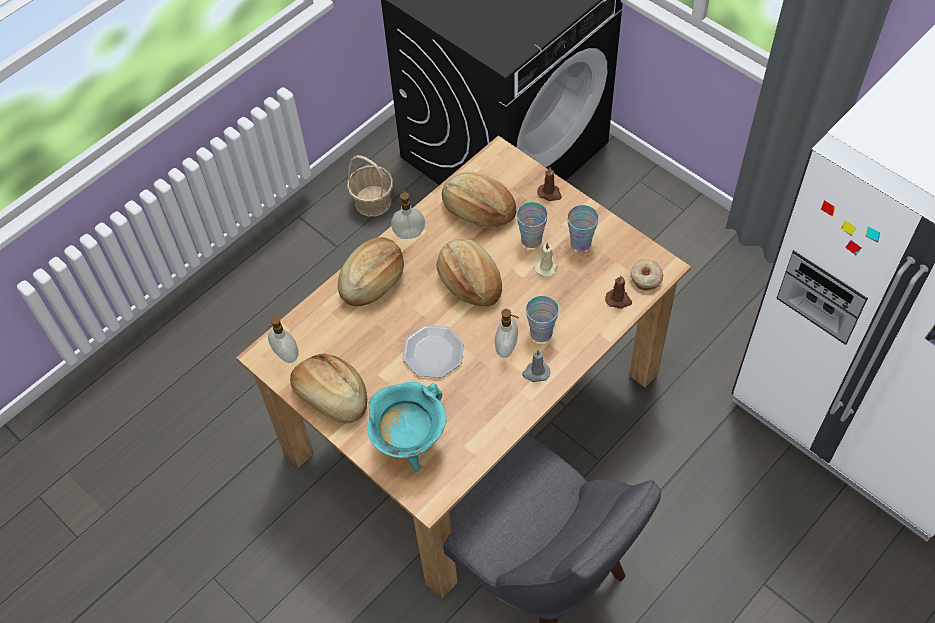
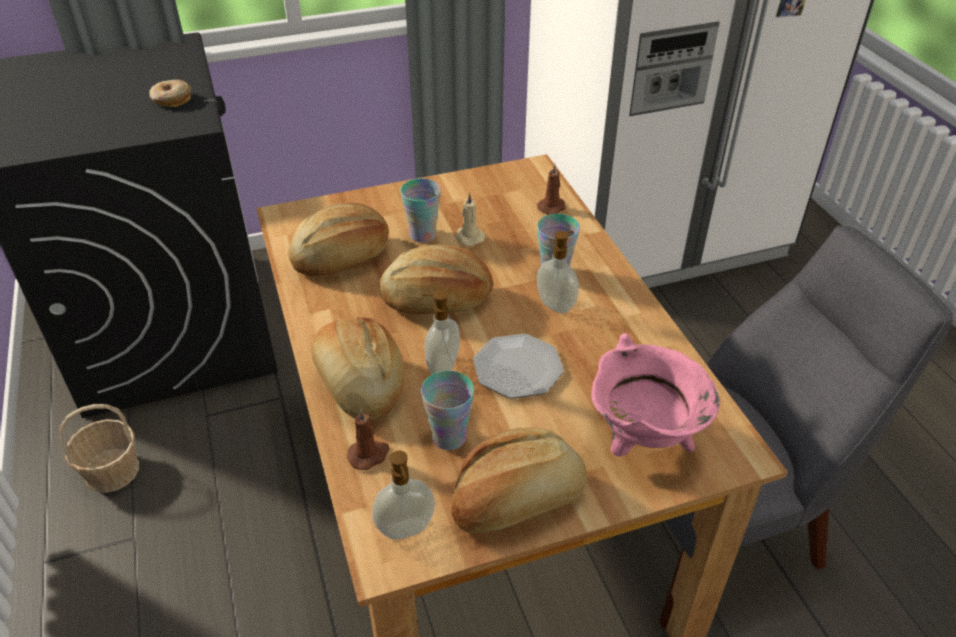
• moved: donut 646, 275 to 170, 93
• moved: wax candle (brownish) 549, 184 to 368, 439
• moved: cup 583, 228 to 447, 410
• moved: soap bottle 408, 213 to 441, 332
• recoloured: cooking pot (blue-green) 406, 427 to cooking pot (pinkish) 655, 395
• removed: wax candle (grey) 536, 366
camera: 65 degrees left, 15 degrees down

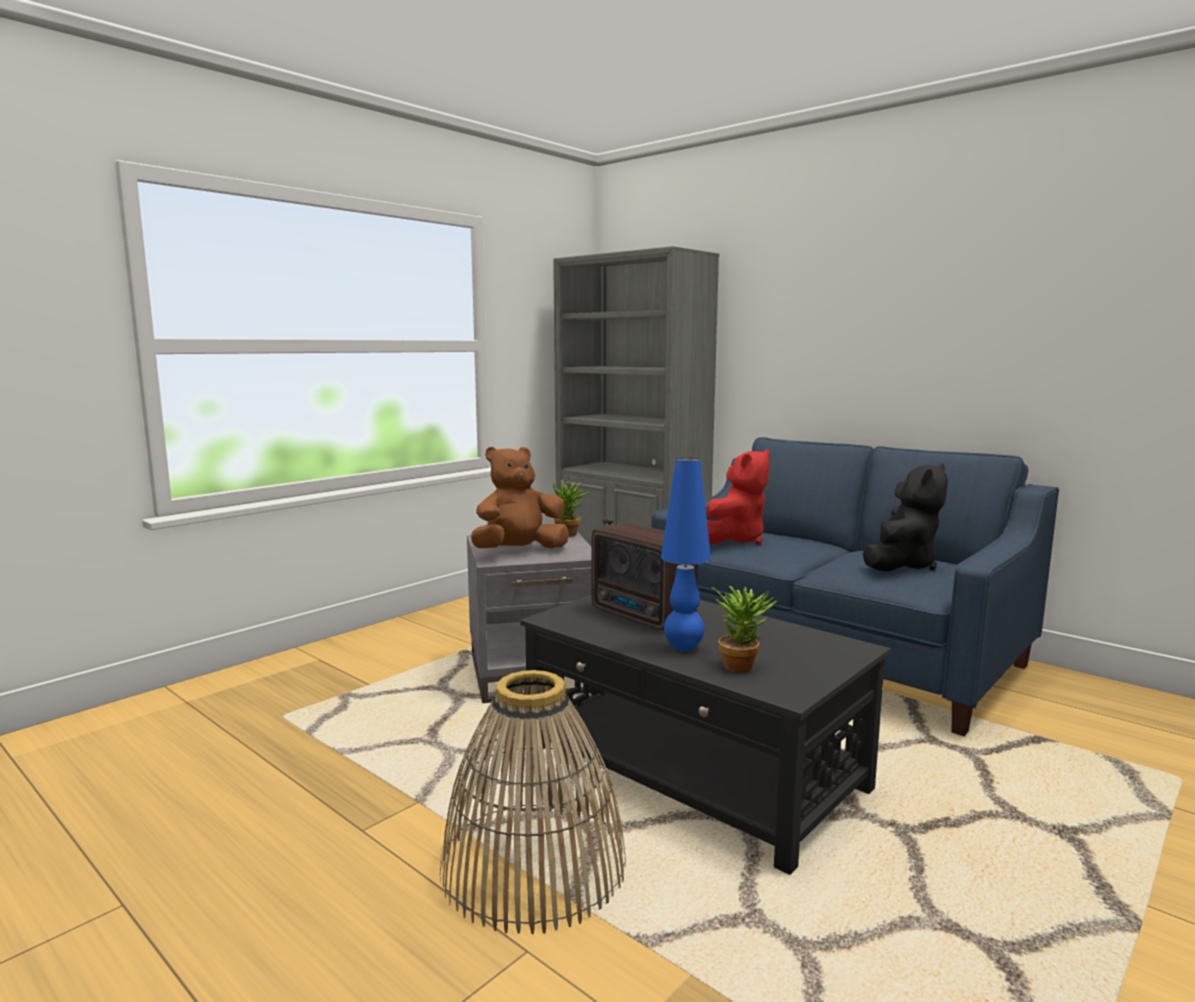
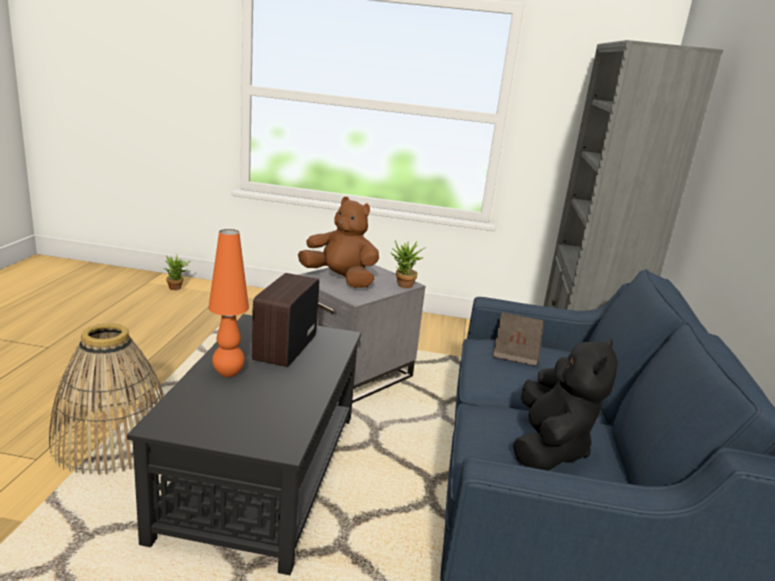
• moved: plant in a pot 744, 629 to 177, 272
• recoloured: lamp for a table (blue) 686, 554 to lamp for a table (orangey) 228, 303
• replaced: soft toy (red-coloured) 738, 496 to book (brownish) 518, 339
• turned: soft toy (blackish) 905, 517 = 565, 404 75 degrees counterclockwise
camera: 55 degrees right, 10 degrees up

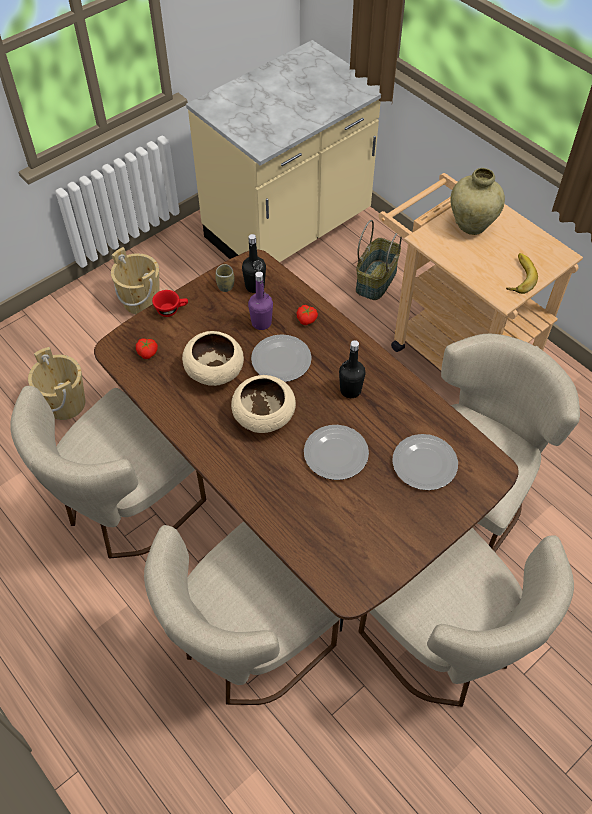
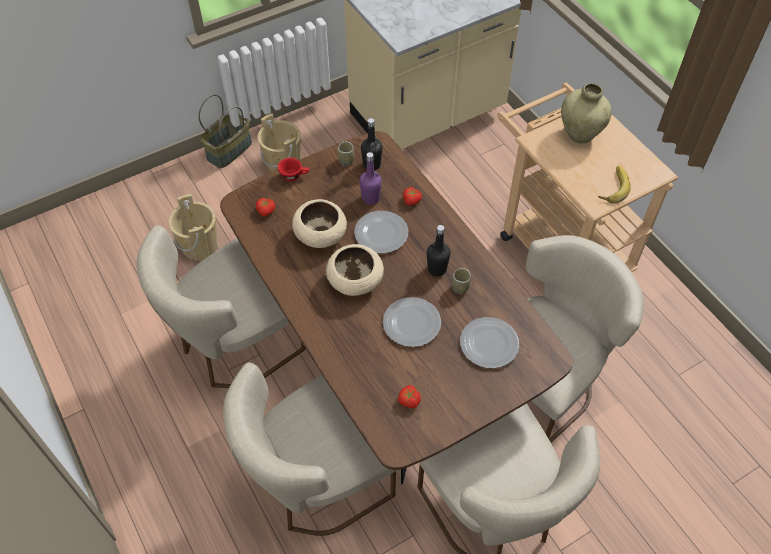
• moved: basket 379, 260 to 225, 131
• added: tomato 409, 396
• added: cup 461, 281
camera: 10 degrees right, 0 degrees up

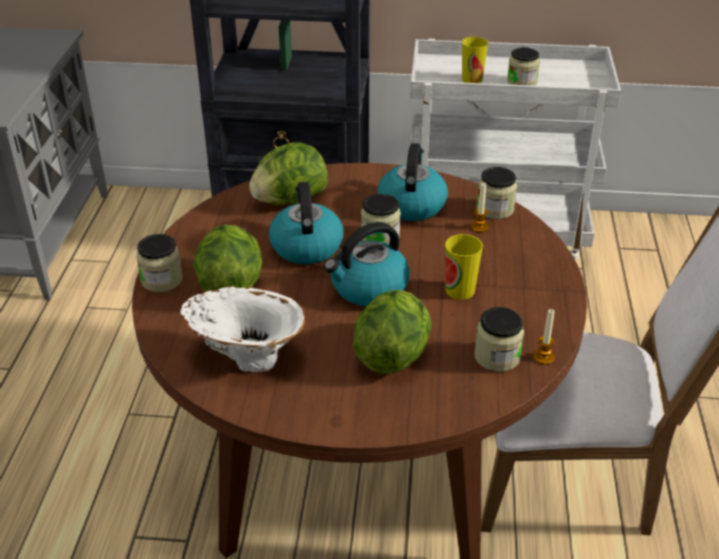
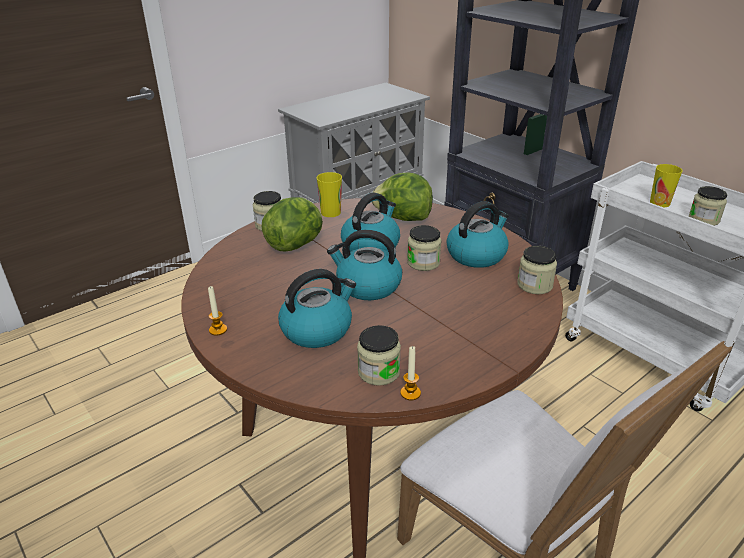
• moved: wax candle 480, 207 to 217, 311
• replaced: lettuce head 392, 332 to tea kettle 317, 308
• moved: cup 464, 267 to 329, 194
• removed: decorative vase (white) 242, 329
camera: 45 degrees right, 5 degrees down

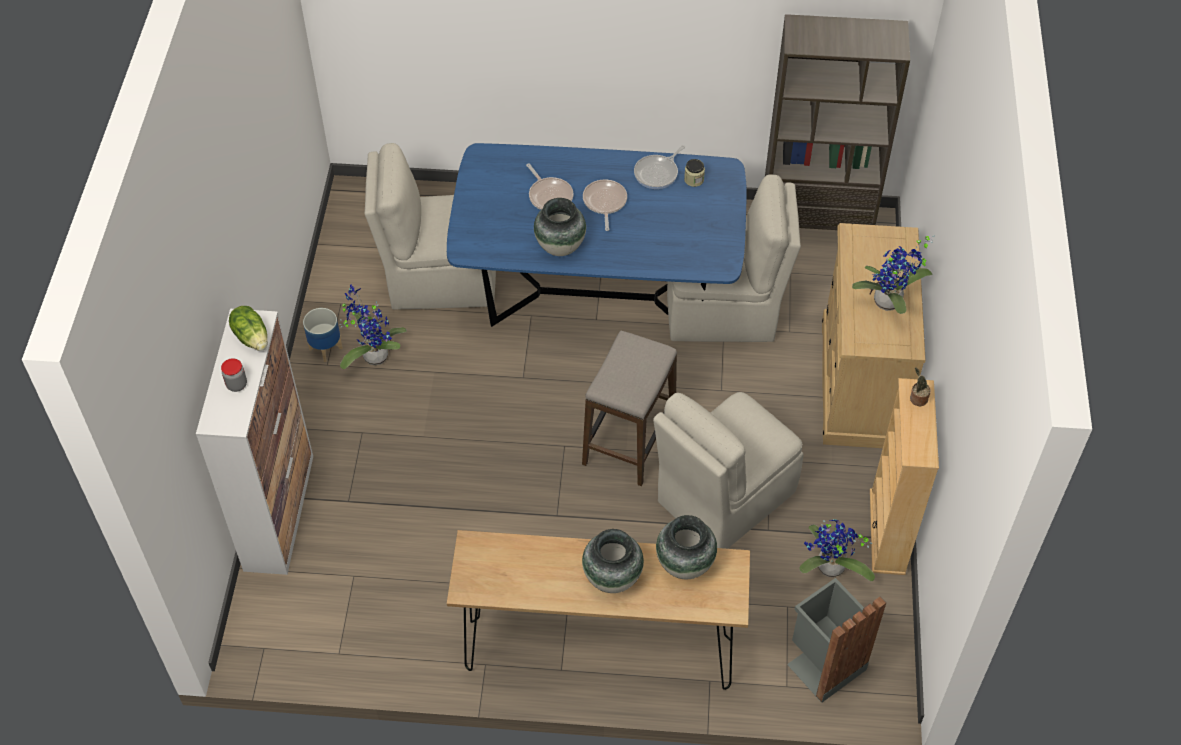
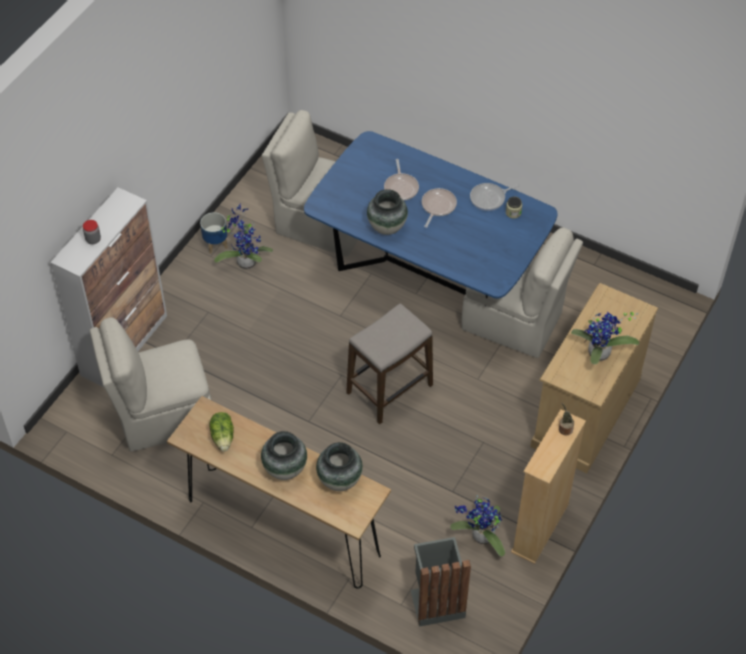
• moved: plain chair (sand-coloured) 728, 470 to 151, 384
• moved: lettuce head 248, 328 to 221, 431
• removed: shelving unit (brownish) 837, 122
camera: 25 degrees right, 0 degrees up

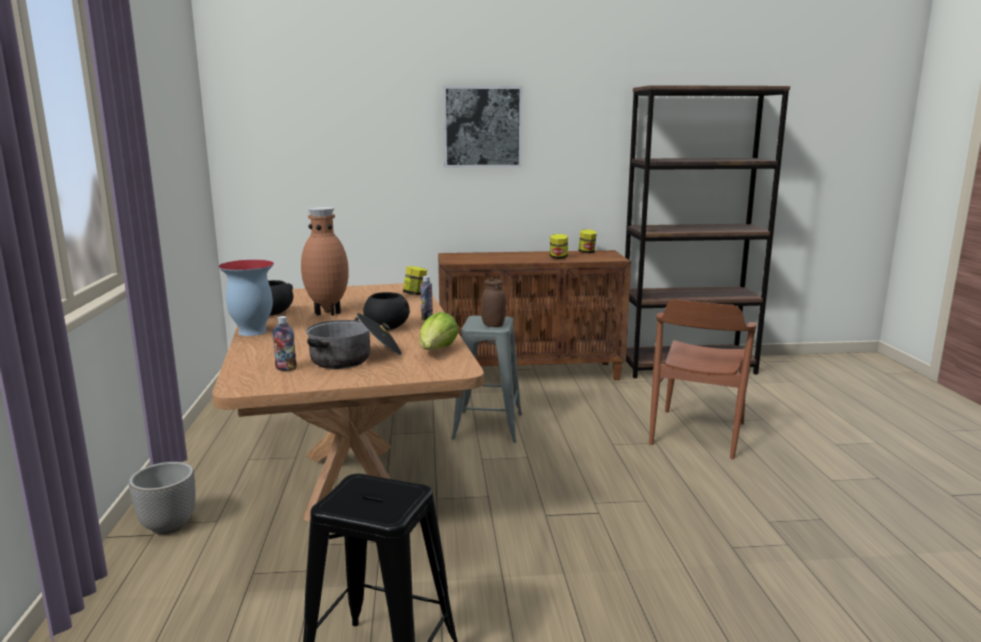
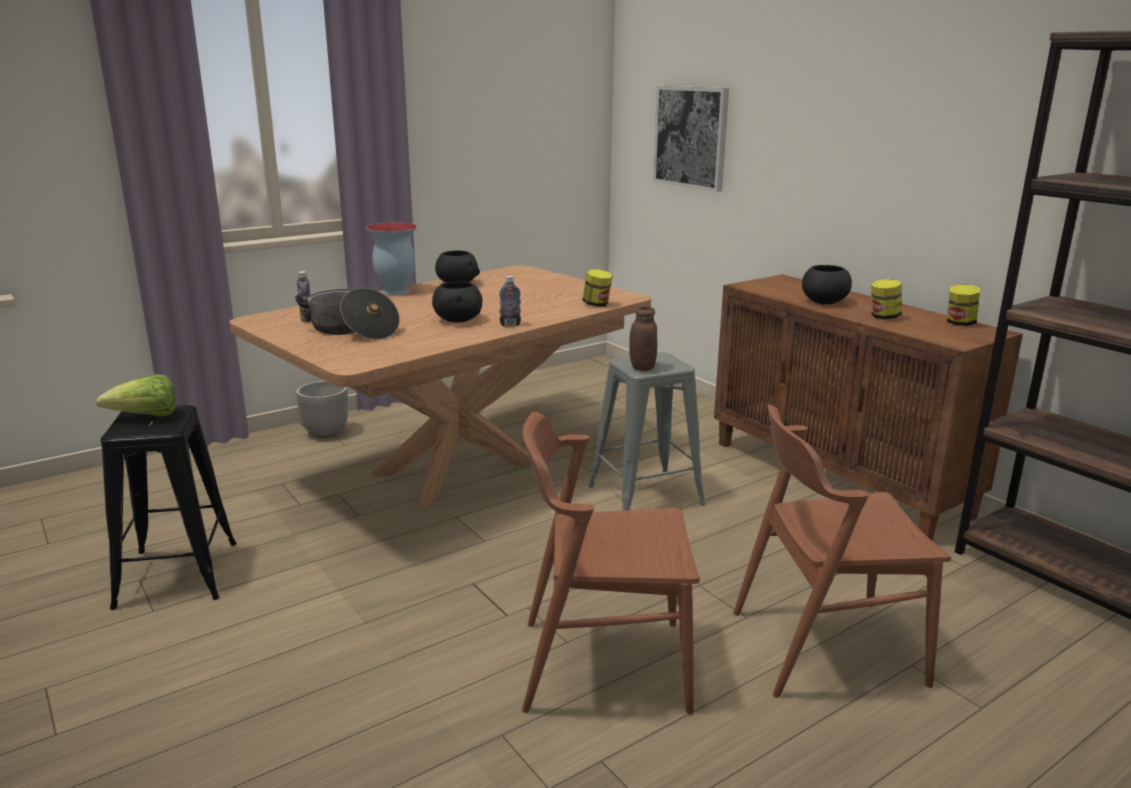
• moved: lettuce head 439, 331 to 135, 395
• added: plain chair (brownish) 611, 563
• moved: picture 483, 127 to 691, 139
• added: deep dish (blackish) 827, 284
• removed: decorative vase (brownish) 325, 261
camera: 60 degrees right, 5 degrees up

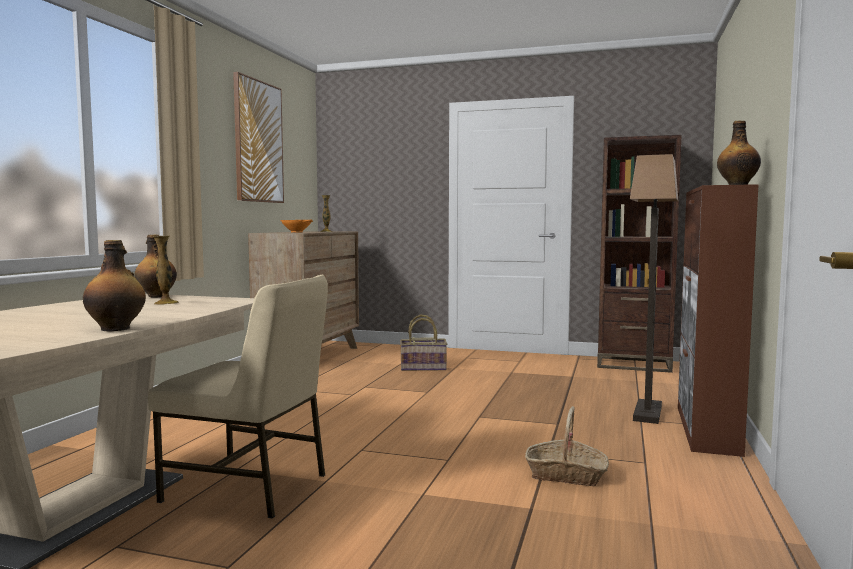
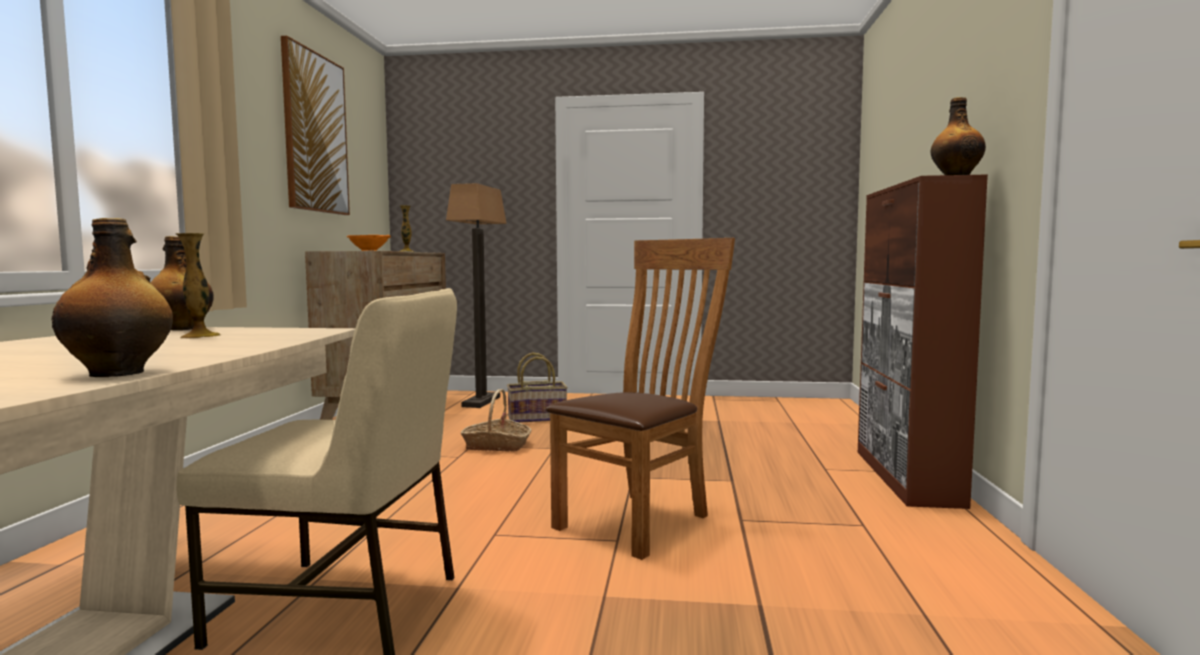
• moved: floor lamp 654, 289 to 476, 295
• moved: basket 567, 446 to 496, 420
• added: plain chair (brownish) 640, 399
• removed: shelving unit (brownish) 639, 254
camera: 10 degrees left, 0 degrees up

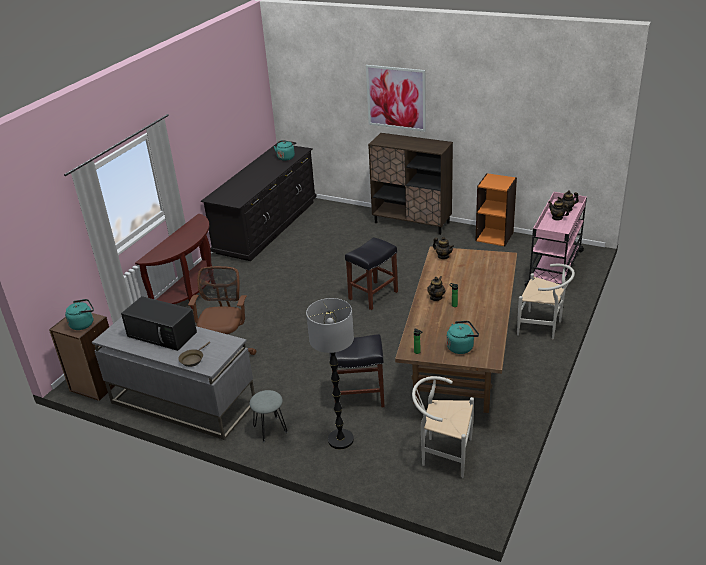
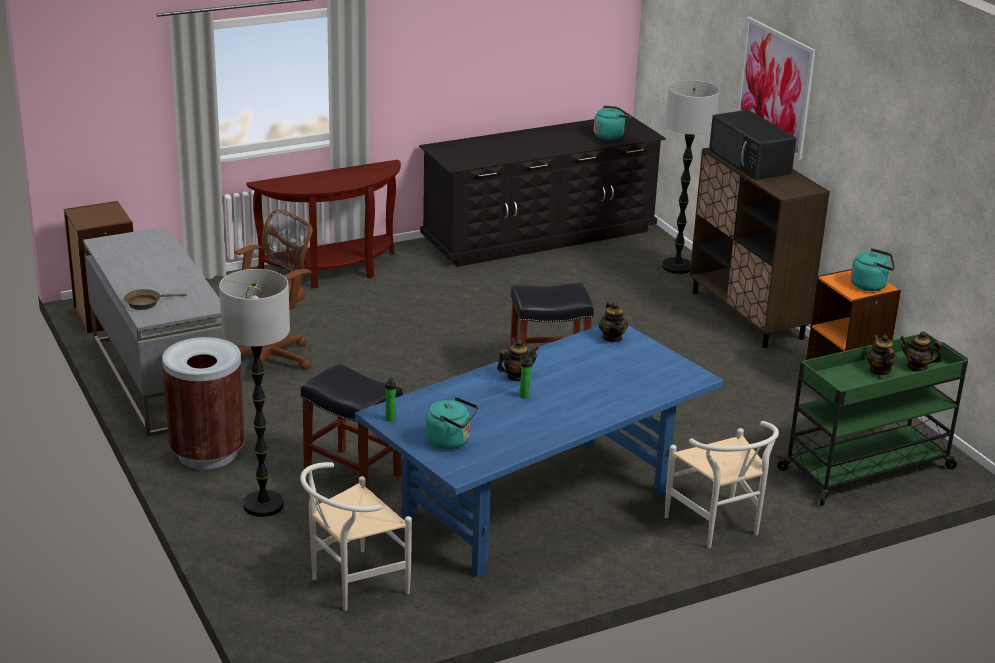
• replaced: stool (grey) 268, 416 to rubbish bin (brownish) 203, 403
• turned: plain chair (white) 443, 427 = 356, 536 90 degrees counterclockwise
• recoloured: kitchen table (brownish) 456, 329 to kitchen table (blue) 539, 451
• added: floor lamp 691, 177
• moved: kitchen microwave (blackish) 159, 323 to 752, 145
• recoloured: cart (pinkish) 555, 239 to cart (green) 872, 419
• moved: tea kettle (blue-green) 79, 314 to 873, 269
camera: 35 degrees right, 5 degrees down

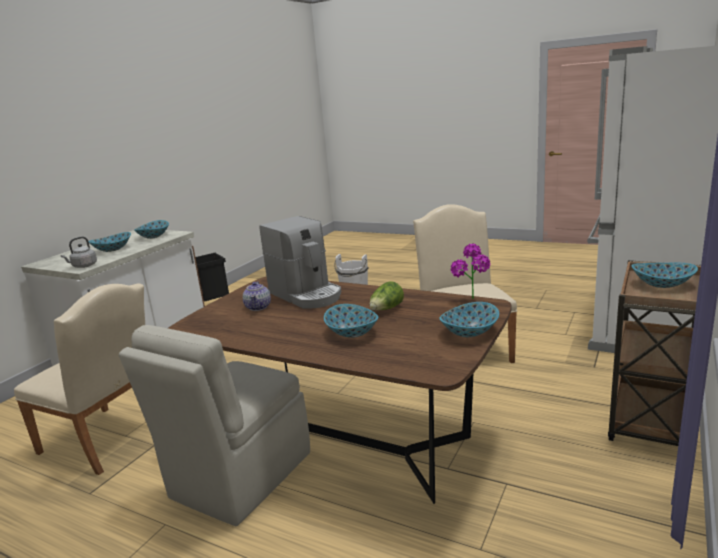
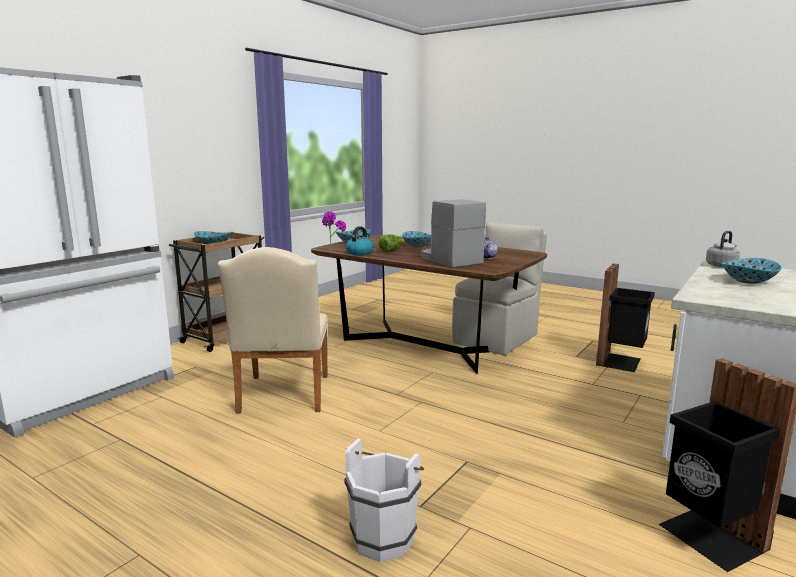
• added: tea kettle 360, 240
• replaced: plain chair (sand-coloured) 79, 379 to rubbish bin (blackish) 625, 318
• removed: deep dish 151, 229
camera: 175 degrees left, 5 degrees down

